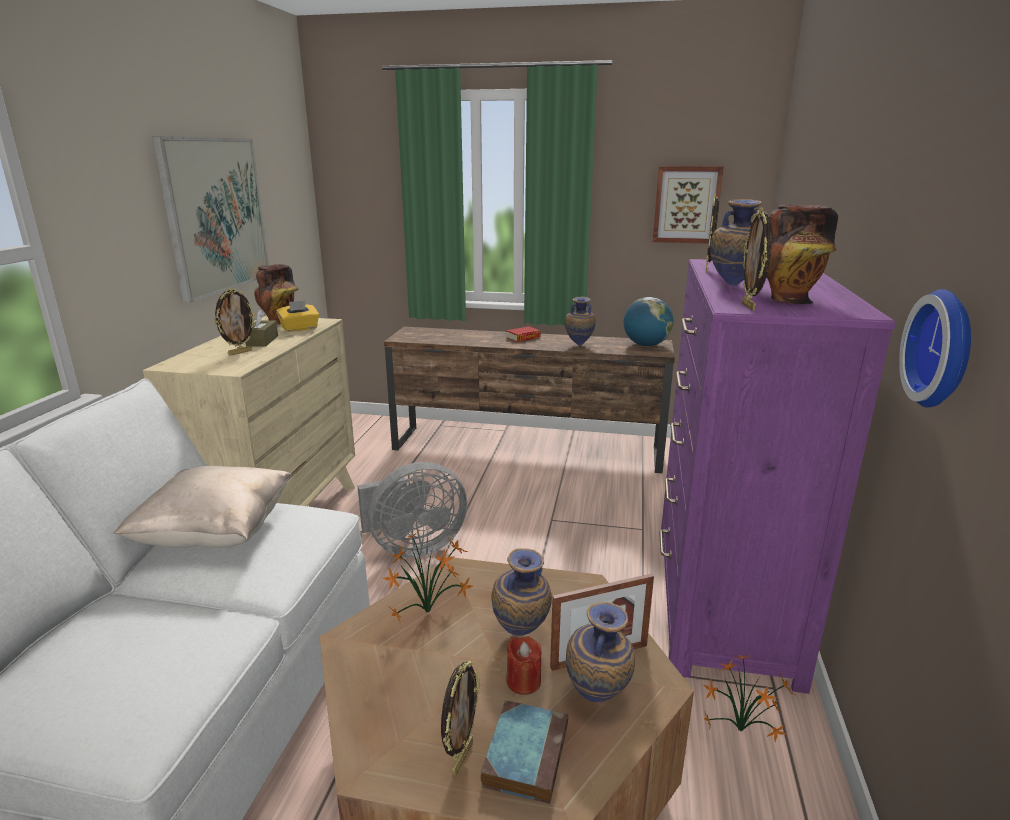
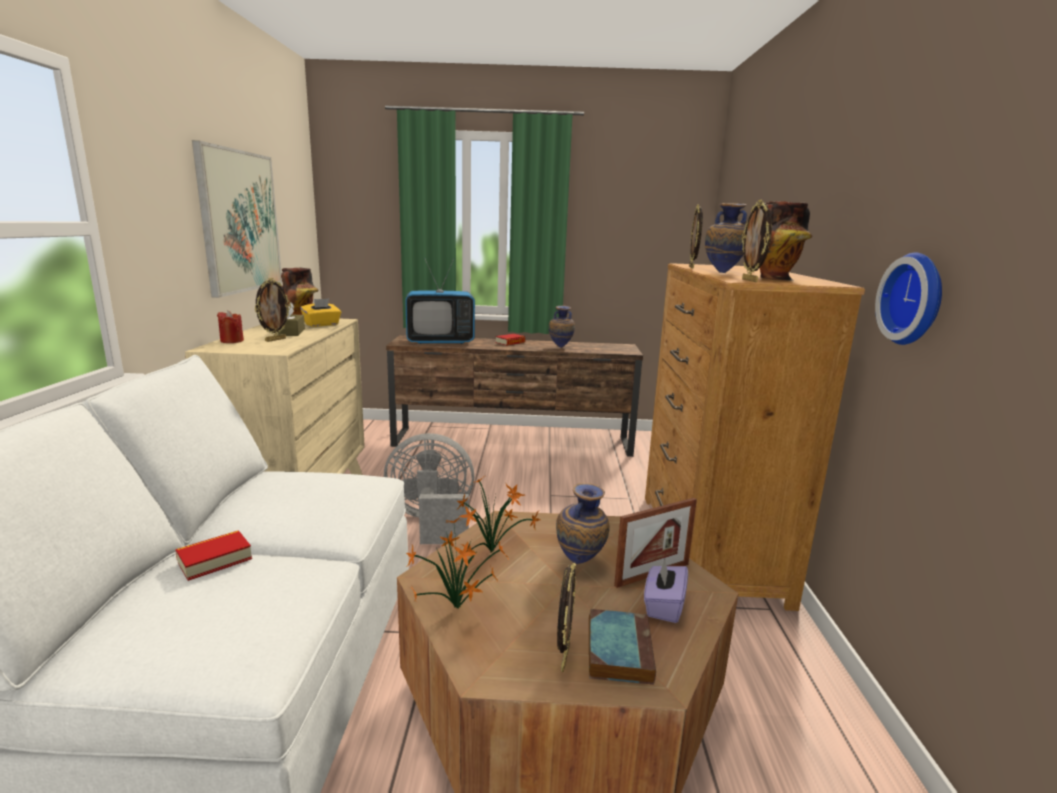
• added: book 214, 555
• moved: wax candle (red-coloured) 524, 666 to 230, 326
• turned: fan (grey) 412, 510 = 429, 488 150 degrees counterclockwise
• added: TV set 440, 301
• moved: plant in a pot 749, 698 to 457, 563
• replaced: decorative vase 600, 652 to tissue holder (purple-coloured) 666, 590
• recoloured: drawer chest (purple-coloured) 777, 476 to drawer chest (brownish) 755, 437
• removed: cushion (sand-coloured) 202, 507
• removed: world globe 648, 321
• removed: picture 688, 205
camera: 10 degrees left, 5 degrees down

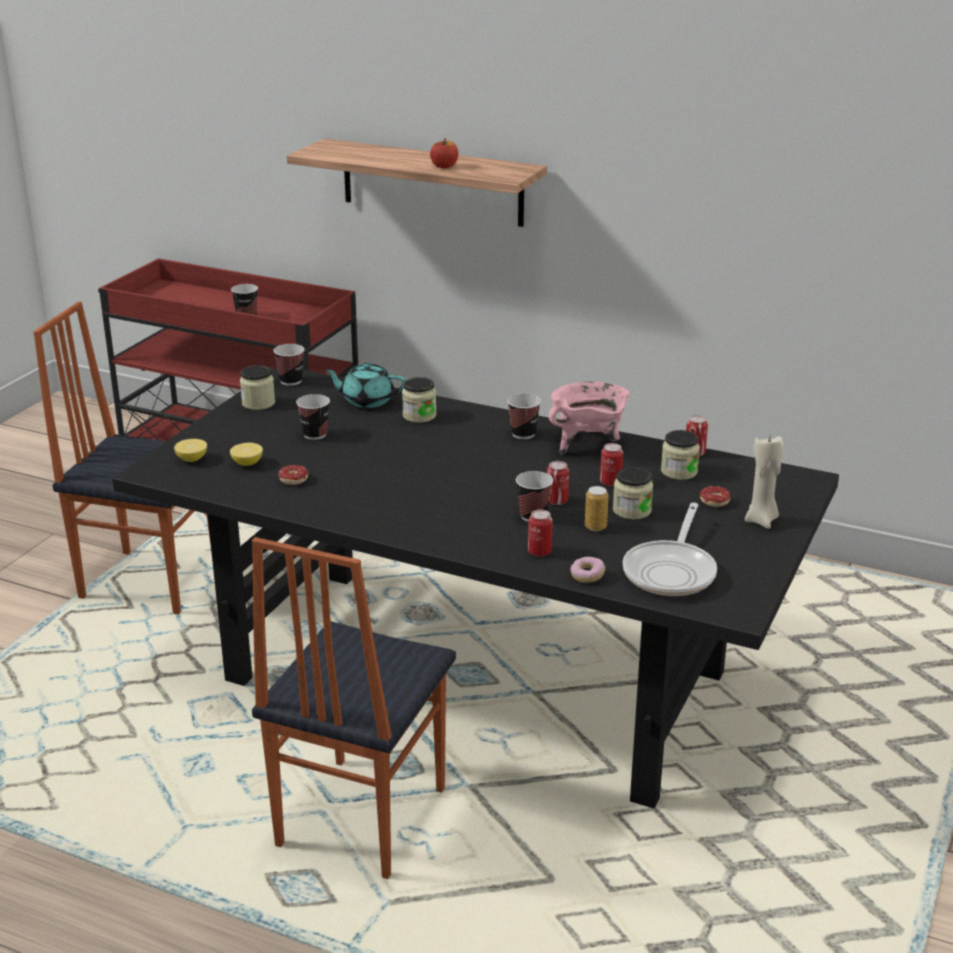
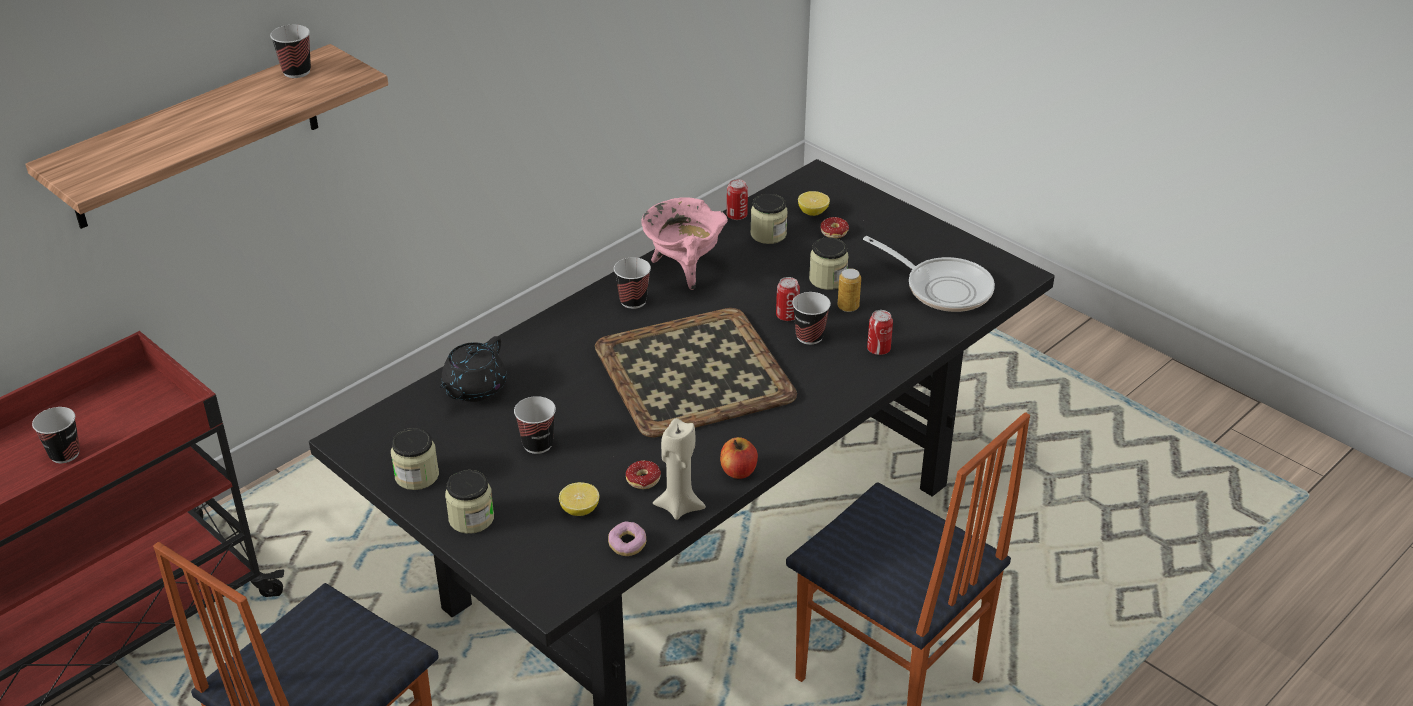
• moved: cup 289, 365 to 290, 51
• recoloured: pot for tea (blue-green) 365, 385 to pot for tea (blackish) 473, 369
• moved: jar 419, 400 to 469, 502
• added: tray 696, 373
• moved: donut 587, 570 to 627, 539
• moved: wax candle (sand-coloured) 764, 482 to 679, 469
• moved: apple fruit 444, 153 to 739, 458
• moved: lemon 190, 450 to 814, 203
• removed: metal can 611, 464
camera: 70 degrees left, 10 degrees up

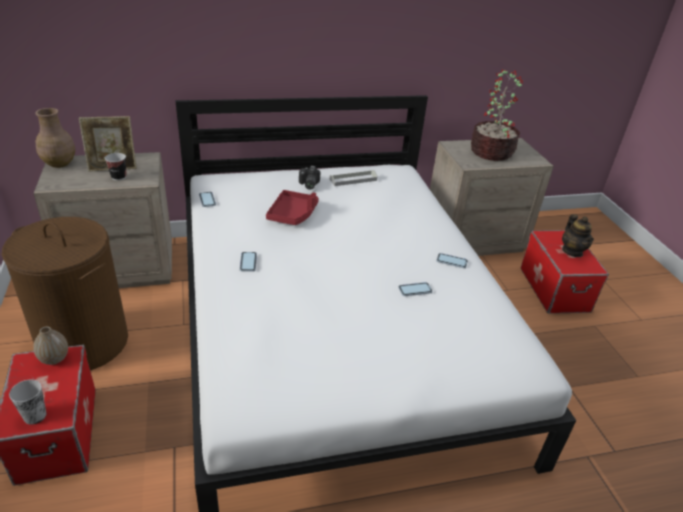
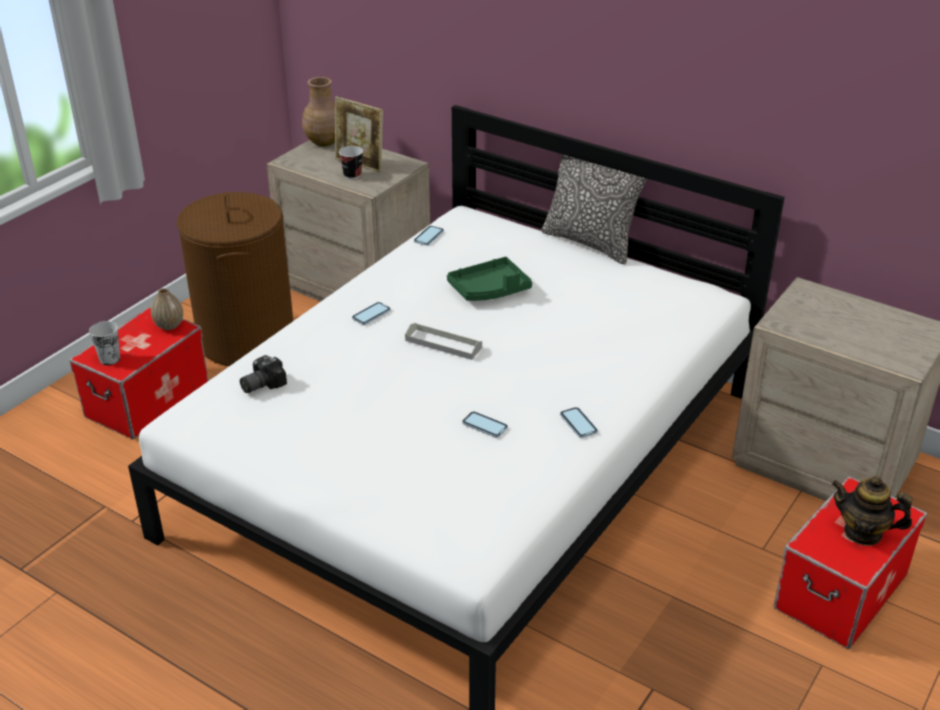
• moved: still camera 309, 178 to 263, 374
• moved: tray (grey) 353, 178 to 443, 341
• recoloured: tray (red-coloured) 292, 207 to tray (green) 489, 279
• added: cushion 594, 209
• turned: pot for tea 578, 235 = 872, 511 75 degrees clockwise
• removed: plant in a pot 497, 115
camera: 50 degrees right, 0 degrees up

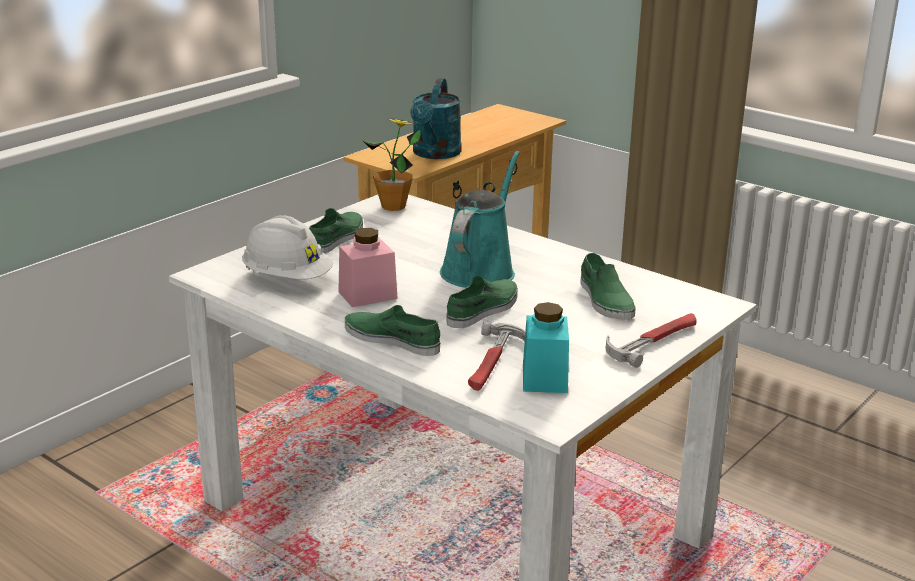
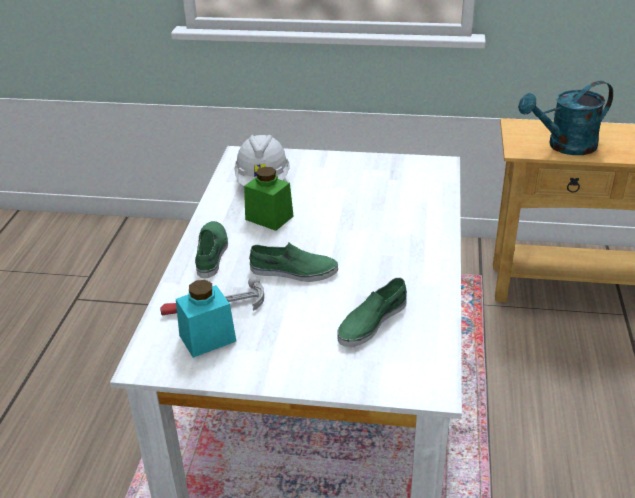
• recoloured: jar (pinkish) 368, 267 to jar (green) 269, 199
• removed: item of footwear (green) 336, 231
• removed: plant in a pot 393, 165
• removed: sprinkling can (blue-green) 480, 219
• removed: hammer 651, 340
camera: 60 degrees right, 10 degrees up

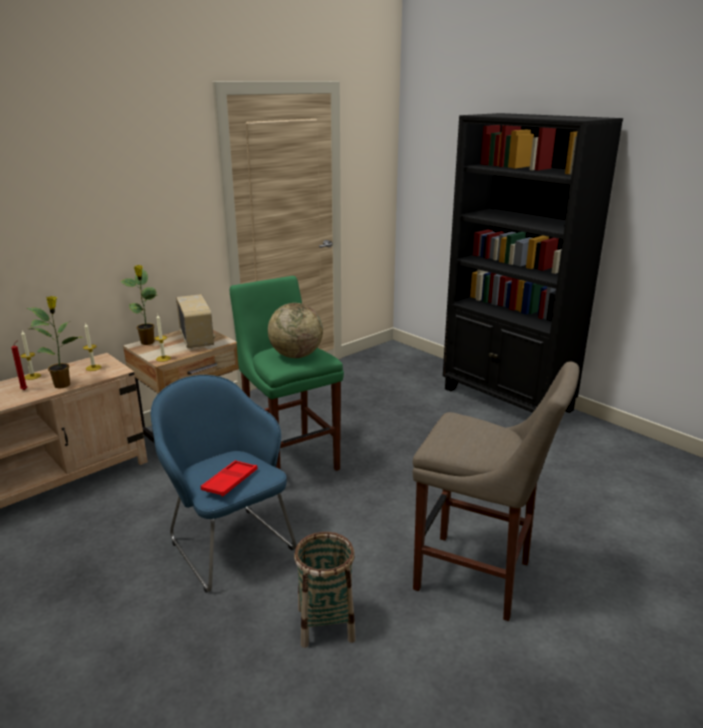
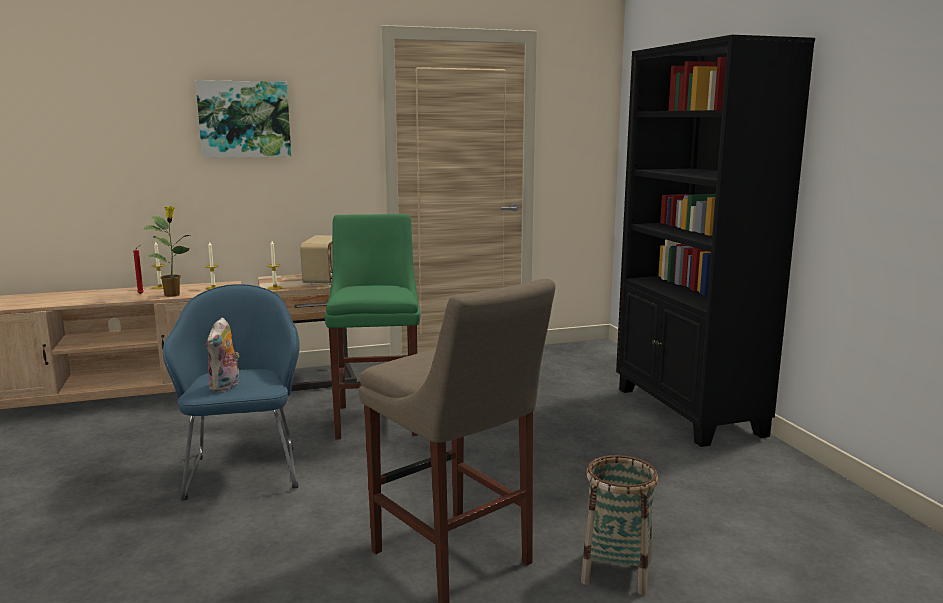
• added: picture 243, 119
• replaced: tray (red-coloured) 229, 478 to soft toy 223, 354
• moved: basket 325, 590 to 619, 525
• removed: plant in a pot 139, 305
• removed: world globe 295, 330
camera: 25 degrees right, 10 degrees down

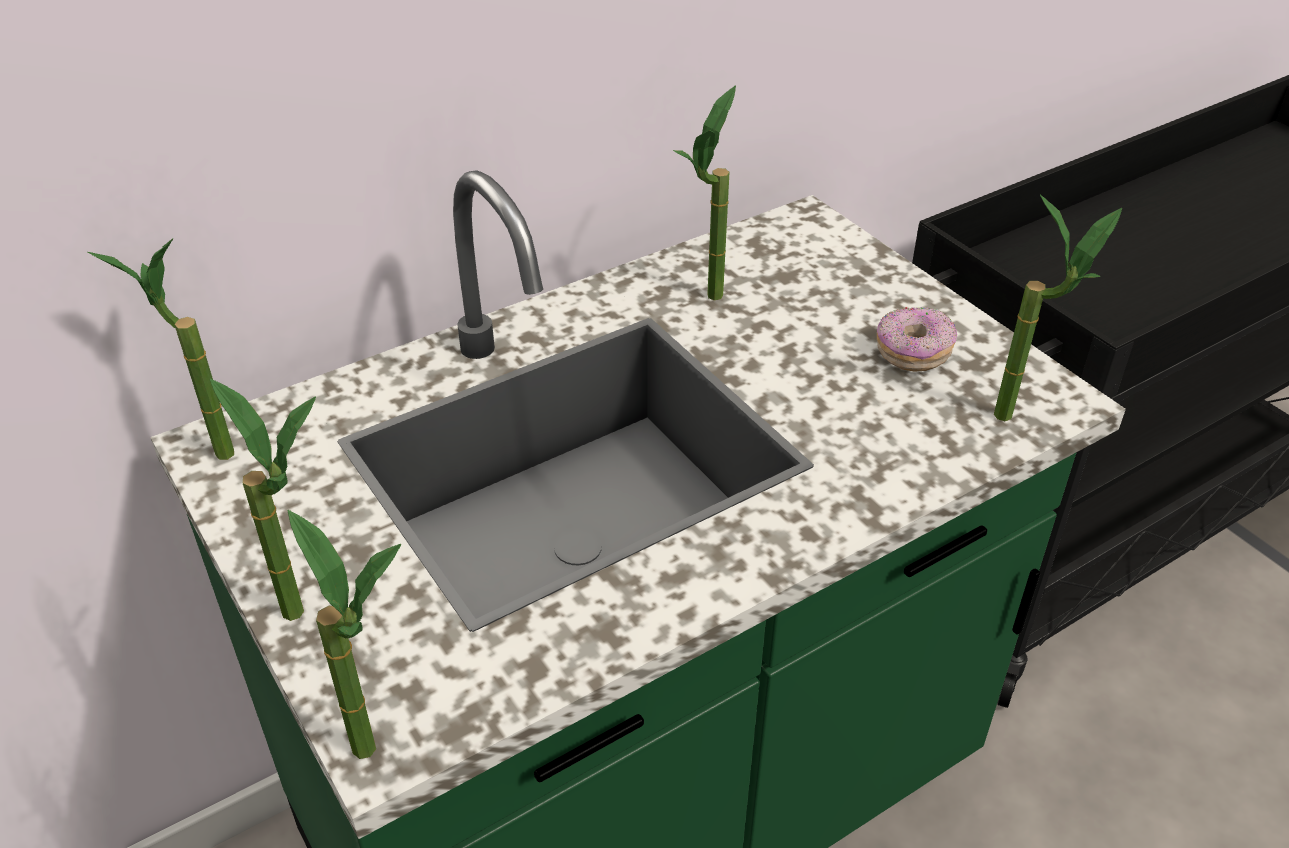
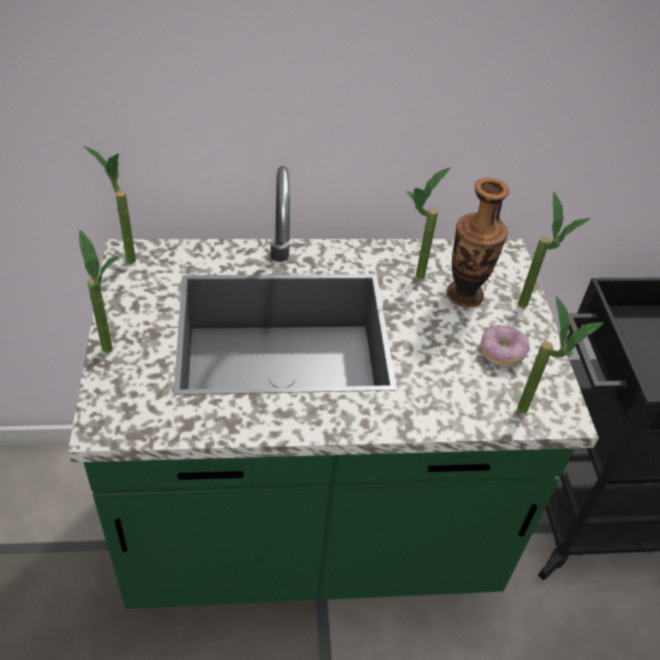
• added: decorative vase 478, 243
• moved: plant in a pot 344, 634 to 554, 249
camera: 25 degrees right, 5 degrees up

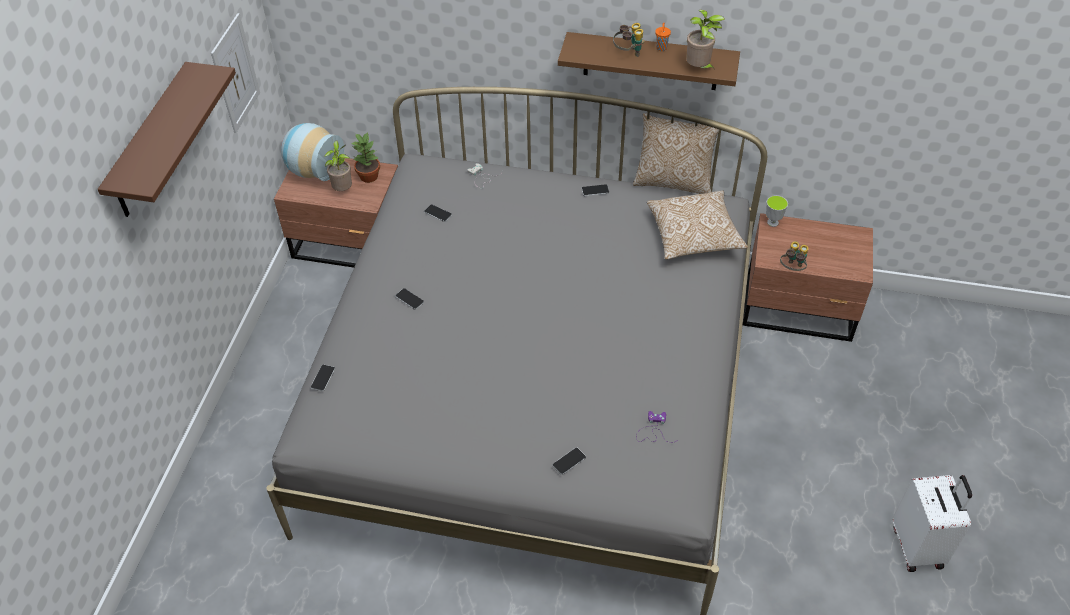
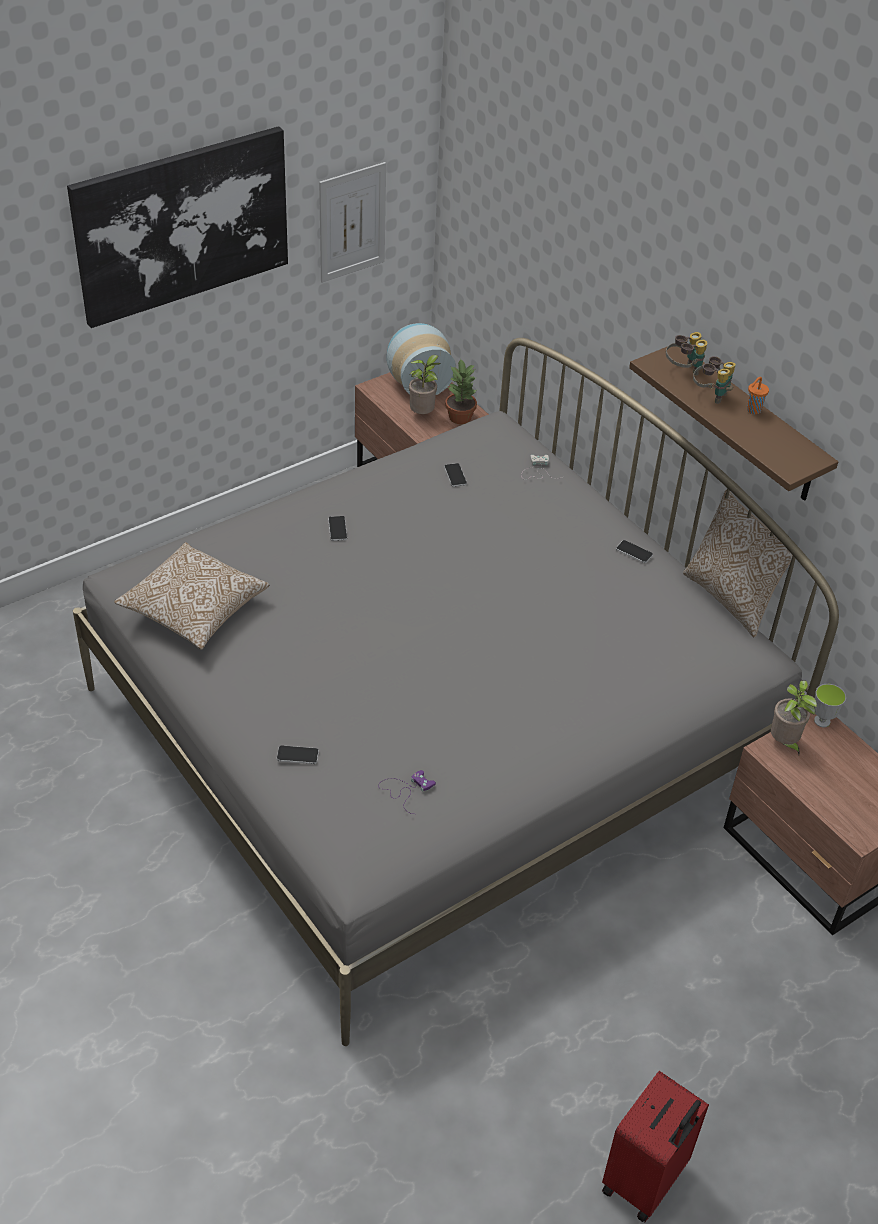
• replaced: shelf (brownish) 167, 139 to picture 177, 227
• moved: cushion 697, 225 to 192, 595
• recoloured: travel case (white) 932, 523 to travel case (red-coloured) 655, 1146
• moved: binoculars 794, 256 to 686, 353
• moved: plant in a pot 705, 39 to 794, 717
• removed: handset 323, 378
camera: 40 degrees right, 5 degrees down

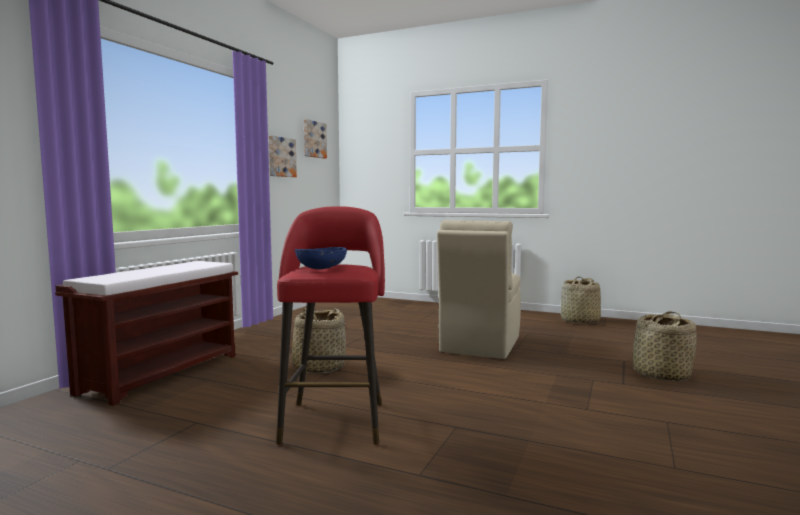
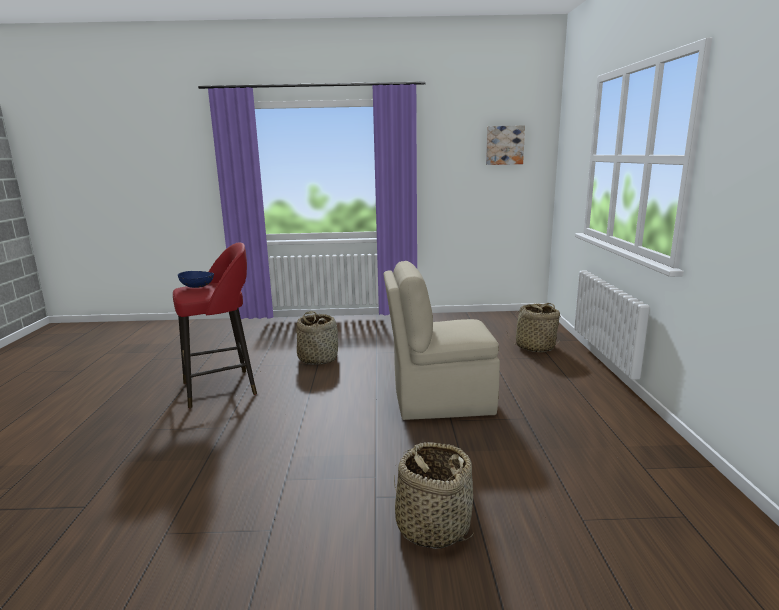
• moved: basket 581, 300 to 534, 327
• removed: long seat (brownish) 146, 333
• removed: picture 283, 156
camera: 65 degrees right, 10 degrees up

